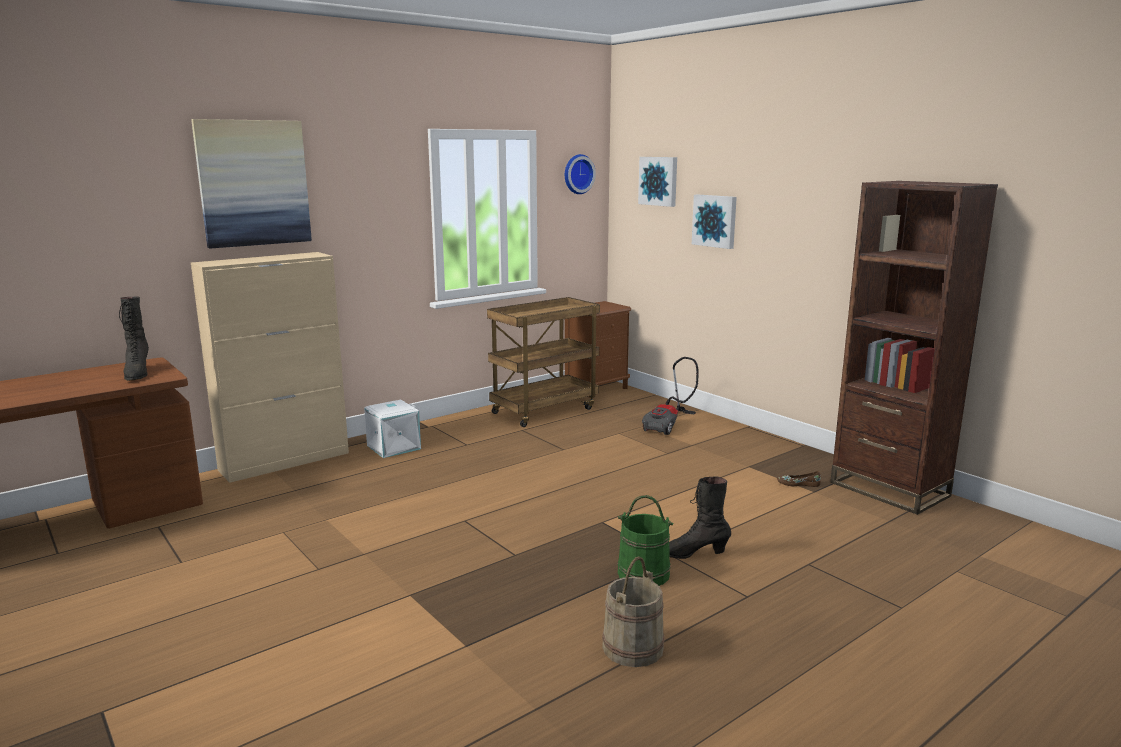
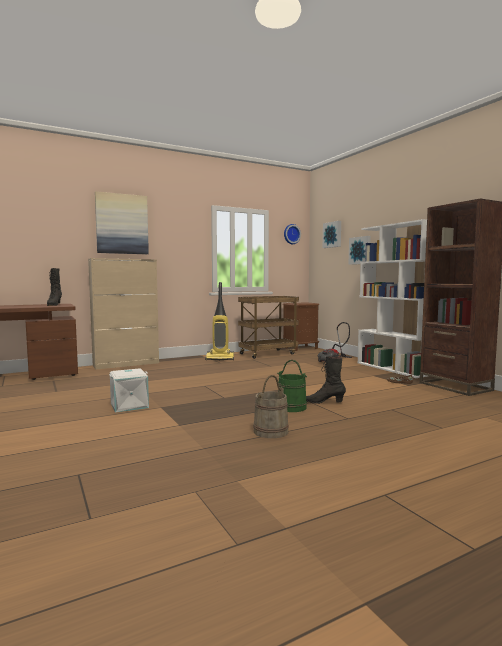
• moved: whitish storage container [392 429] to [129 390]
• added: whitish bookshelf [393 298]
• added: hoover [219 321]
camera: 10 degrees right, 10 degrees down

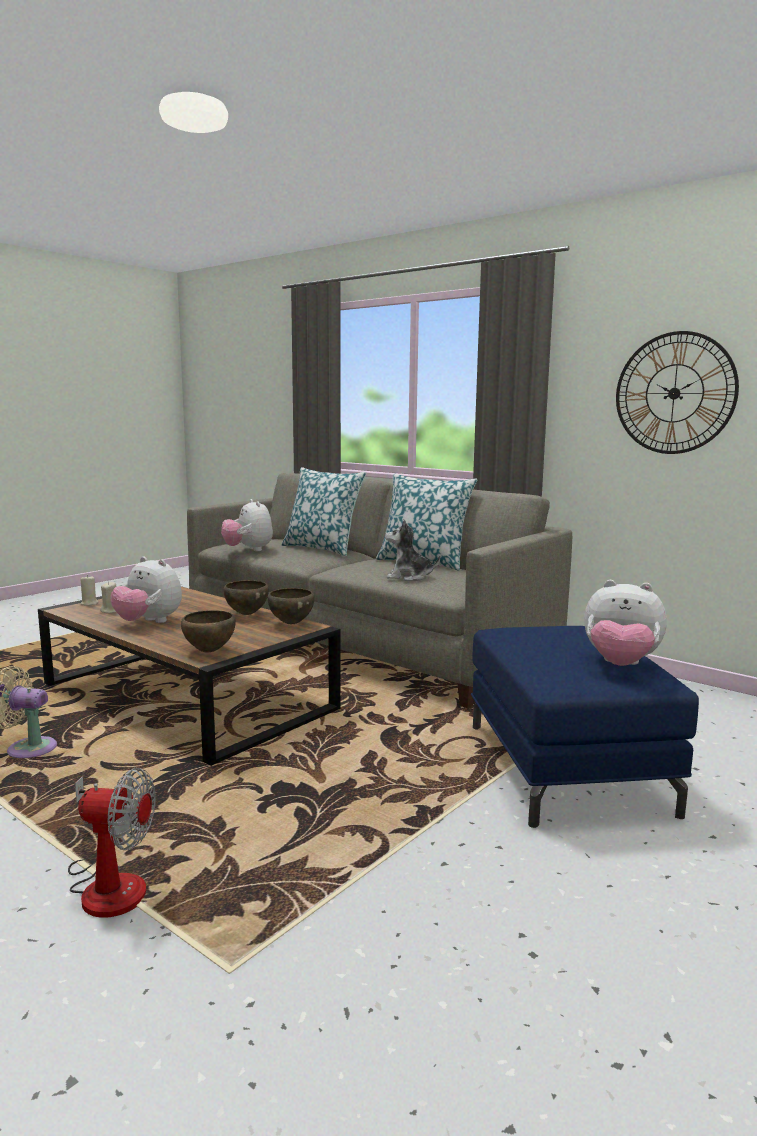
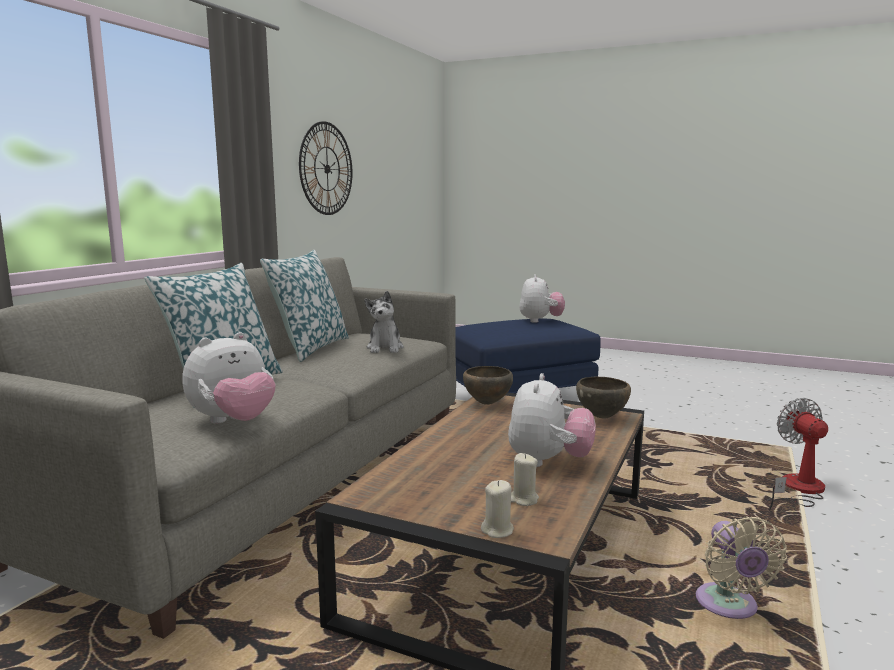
• removed: brown-coloured serving bowl [246 597]
camera: 105 degrees left, 0 degrees up

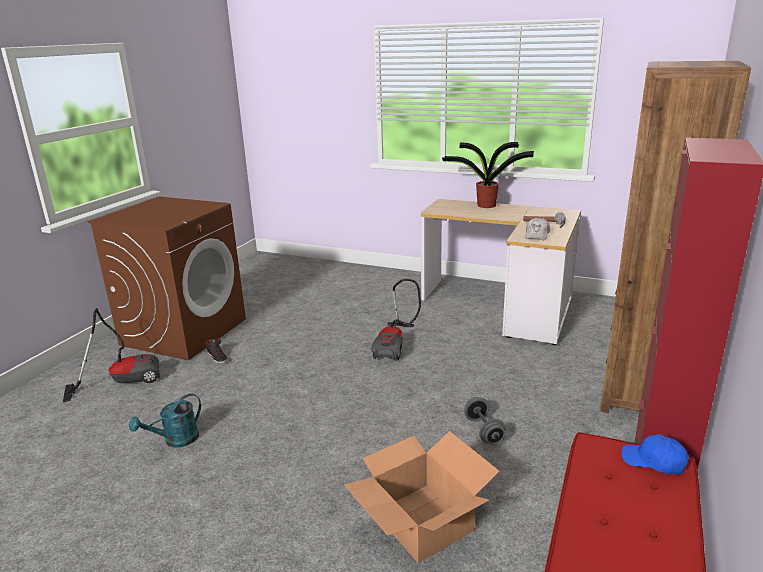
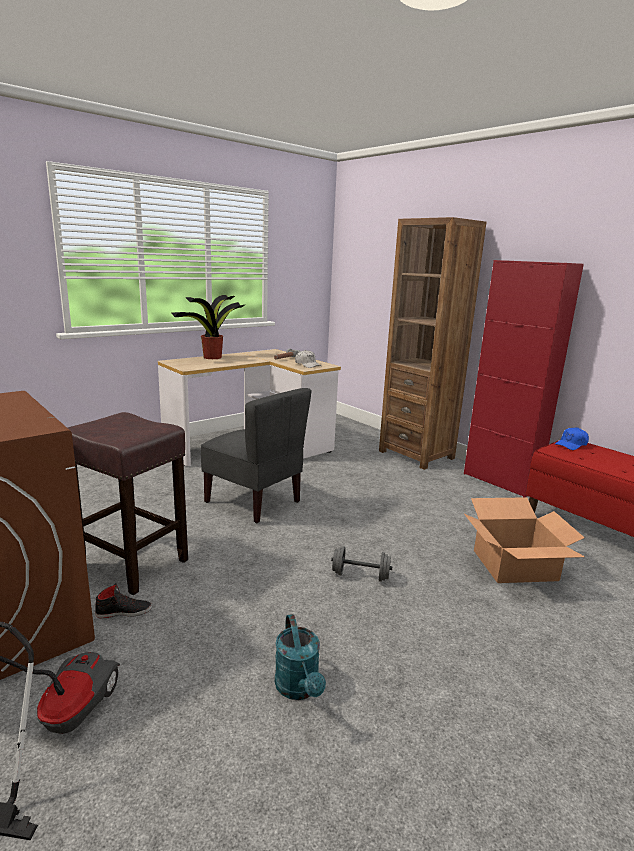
• replaced: hoover [396 320] to grey plain chair [256 455]
• moved: grey hand weight [485 421] to [362 564]
• added: brown-coloured sitting stool [127 503]
camera: 65 degrees left, 5 degrees down

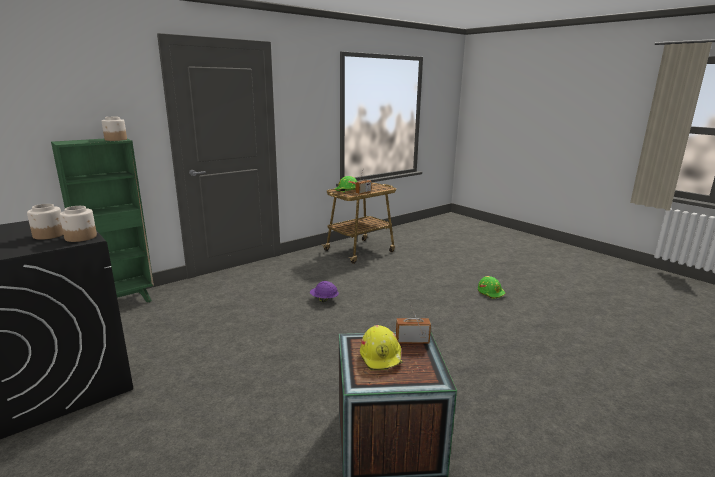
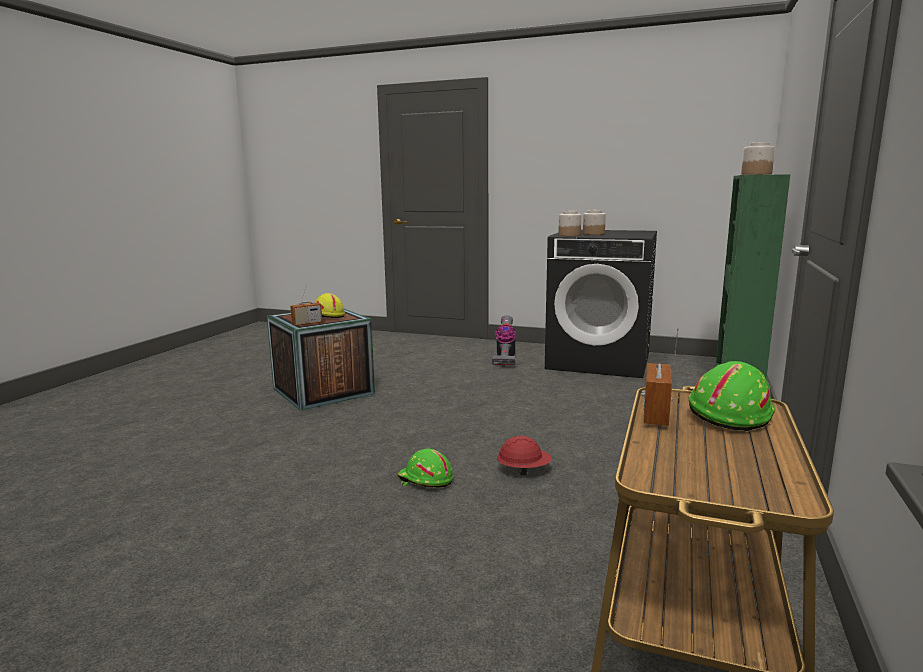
• moved: green work helmet [492 287] to [425 468]
• recoloured: purple work helmet [324 291] to red work helmet [524 456]
• added: hoover [504 341]
camera: 150 degrees right, 5 degrees down

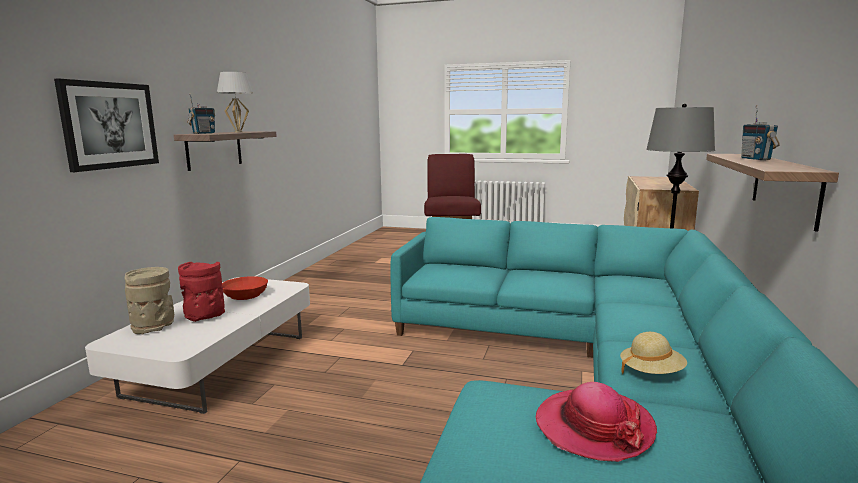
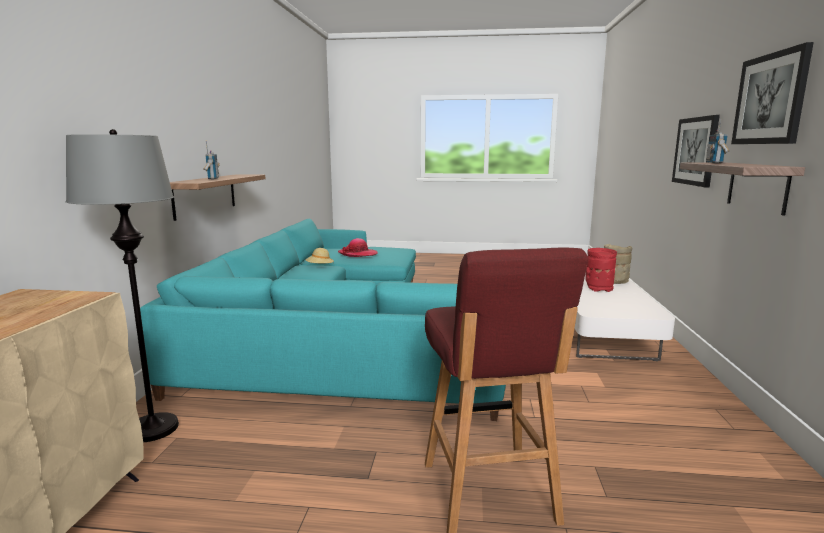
• removed: whitish tabletop lamp [235 102]
• removed: red serving bowl [245 288]
• added: picture [772 93]
camera: 170 degrees right, 0 degrees up

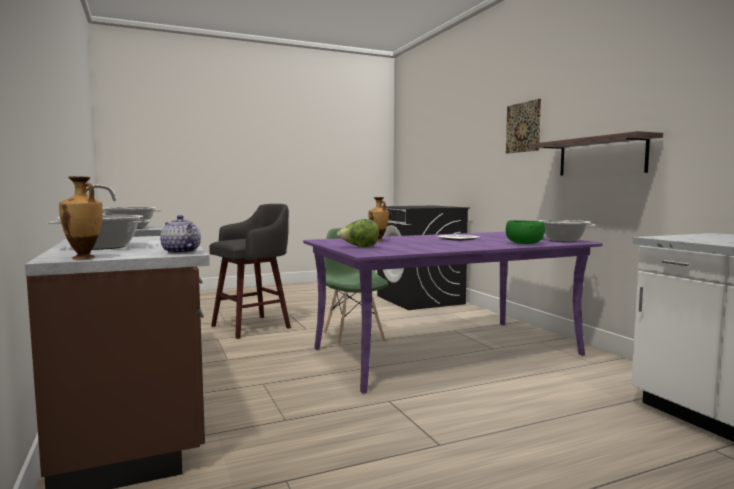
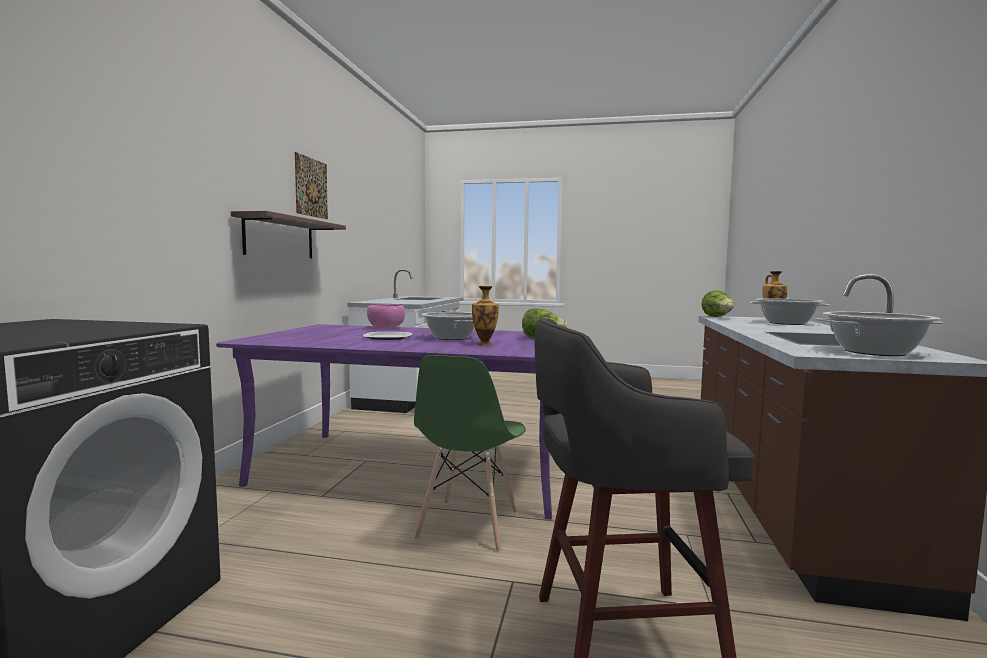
• moved: picture [523 126] to [311 185]
• replaced: teapot [180 234] to head of lettuce [717 303]
• recoloured: green serving bowl [525 232] to pink-coloured serving bowl [386 316]
• moved: cooking pot [567 231] to [448 326]
camera: 145 degrees left, 0 degrees up

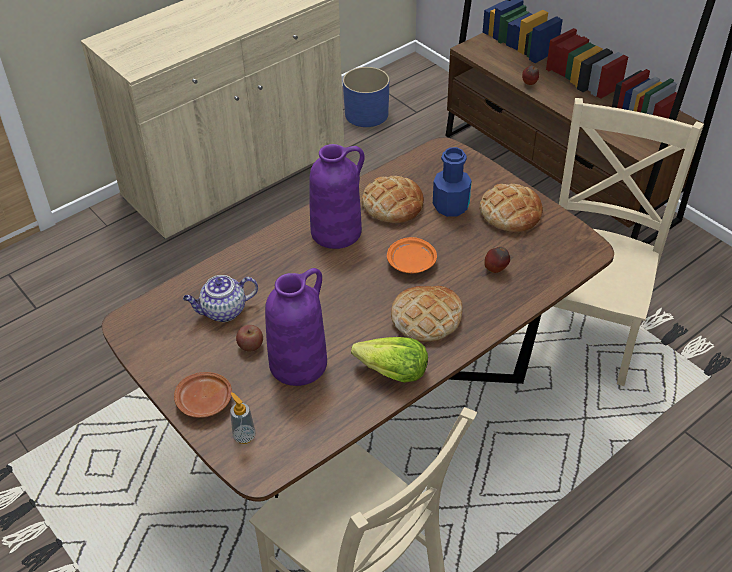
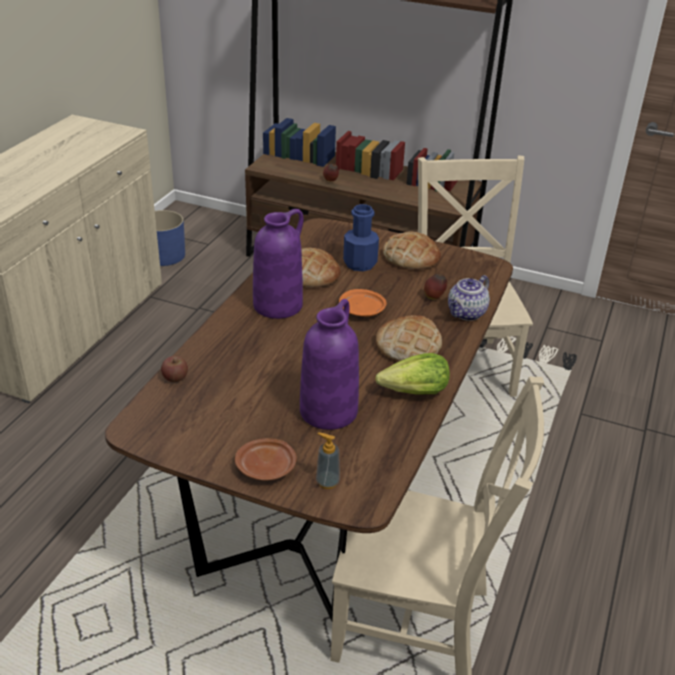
• moved: teapot [220 298] to [469 298]
• moved: apple fruit [249 338] to [174 369]
camera: 30 degrees left, 10 degrees down

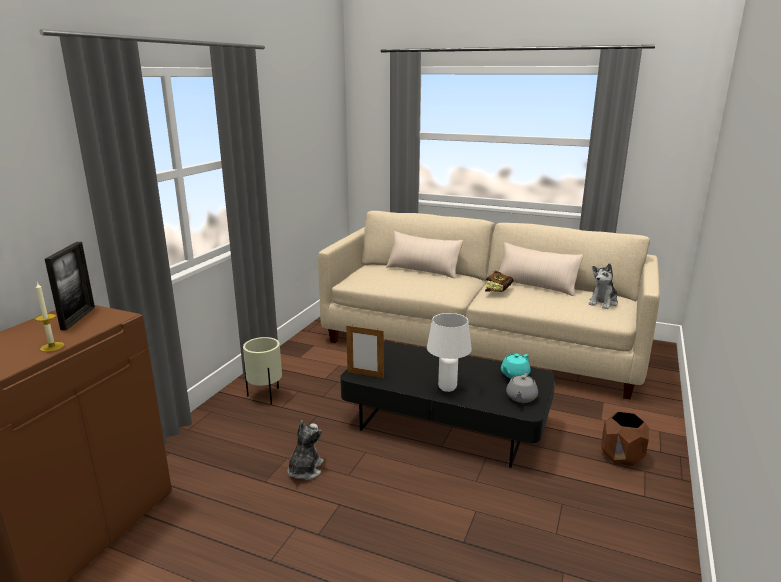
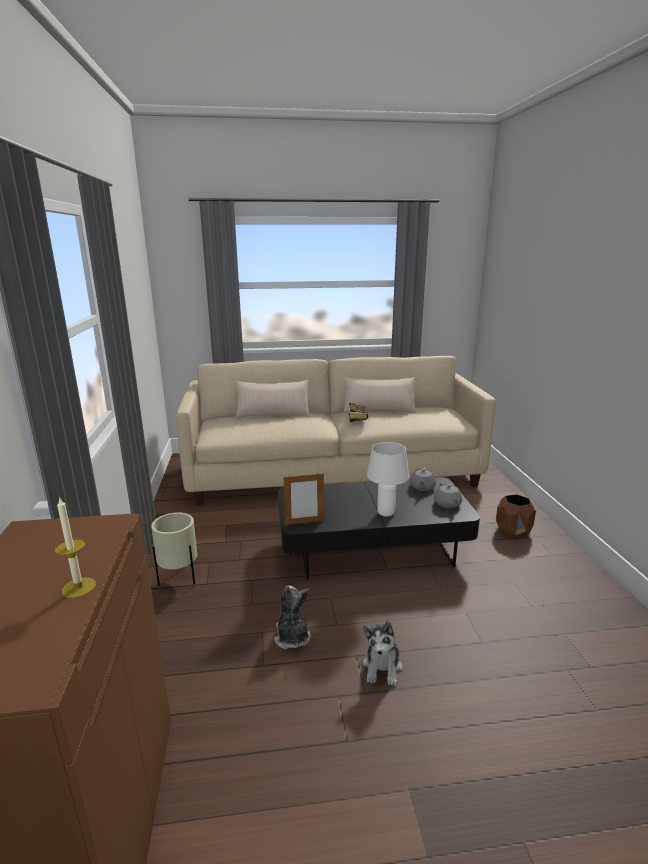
• removed: picture frame [70 286]
• moved: soft toy [603 286] to [383 653]
• recoloured: blue-green teapot [515 366] to grey teapot [423 479]
camera: 30 degrees left, 0 degrees up

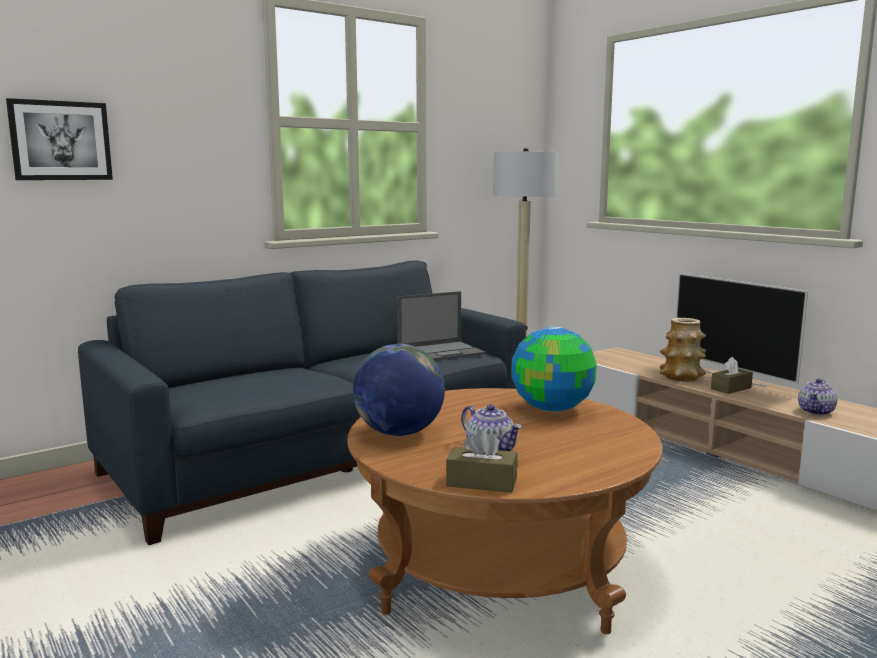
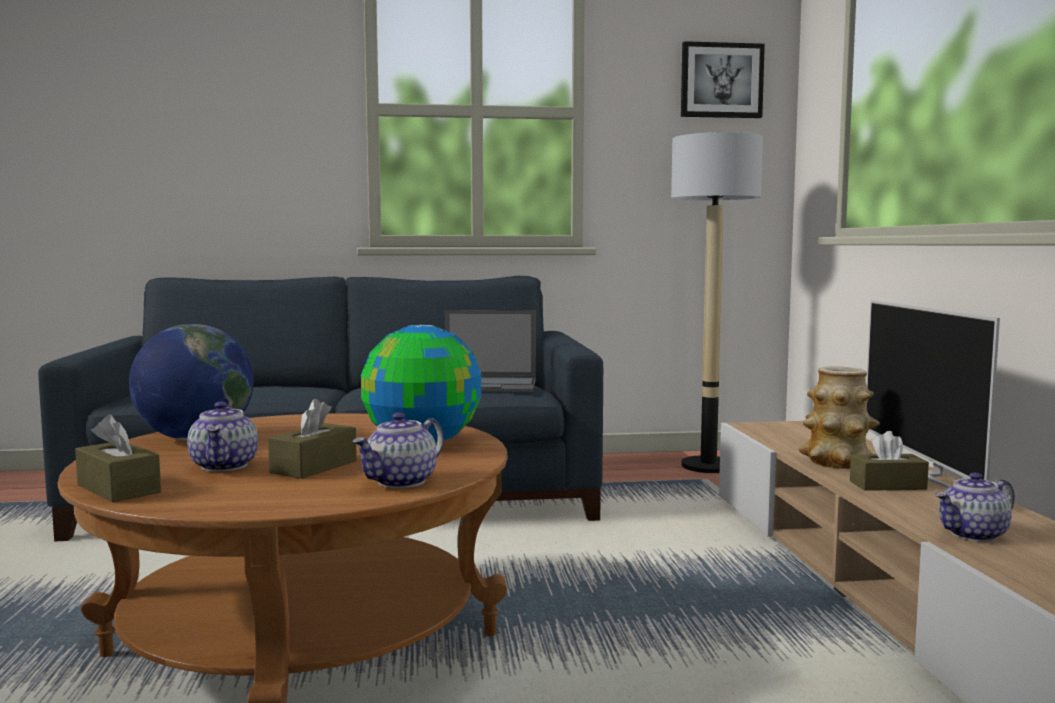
• moved: picture [59 139] to [723 79]
• added: brown-coloured tissue box [312 439]
• added: teapot [398 450]
camera: 30 degrees right, 5 degrees down

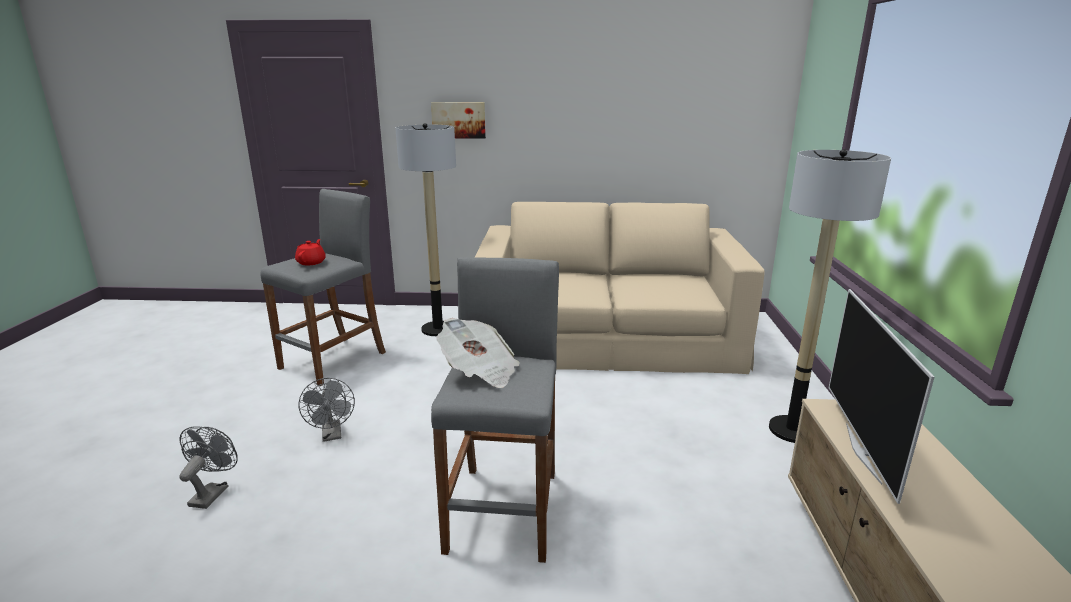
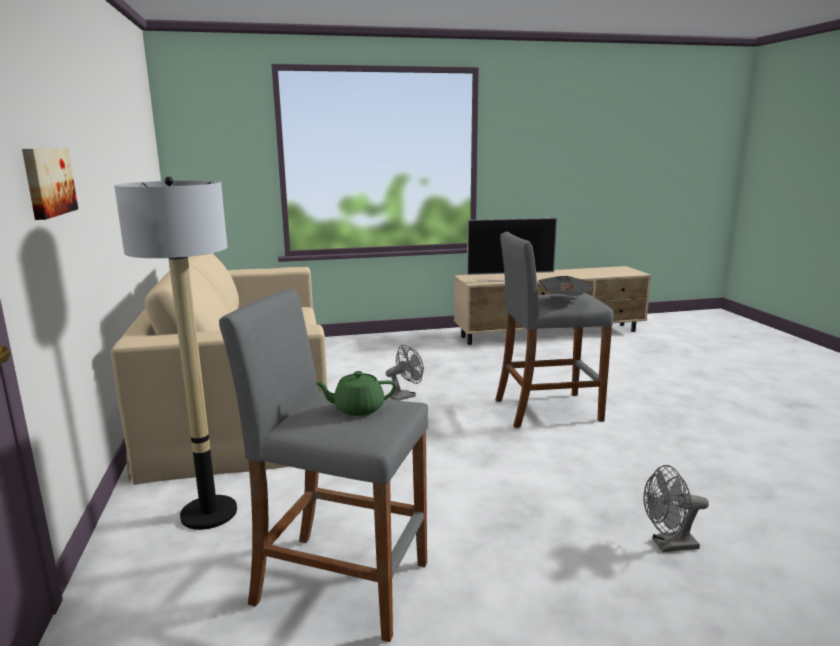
• removed: floor lamp [830 296]
• recoloured: red teapot [310 252] to green teapot [355 393]
• moved: grey electric fan [327 410] to [405 373]
camera: 105 degrees left, 5 degrees down

